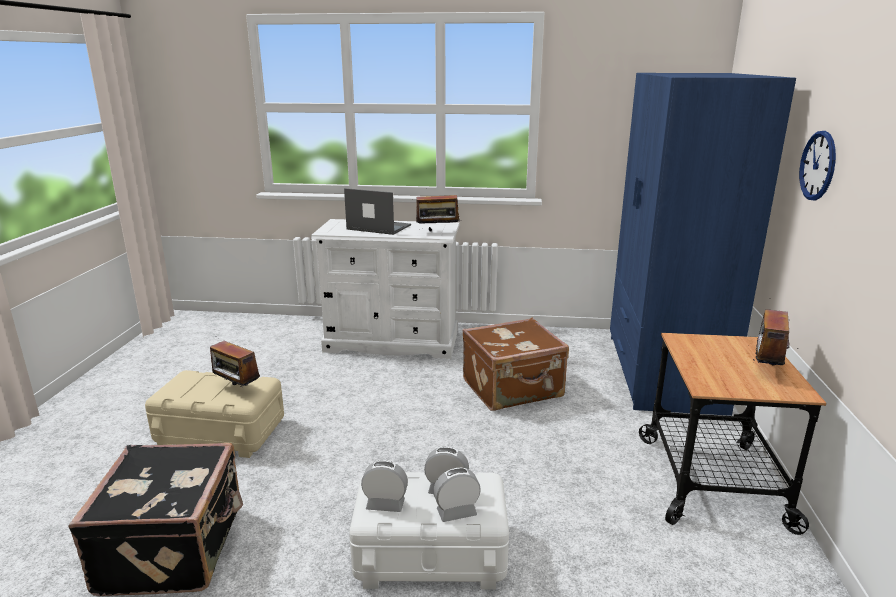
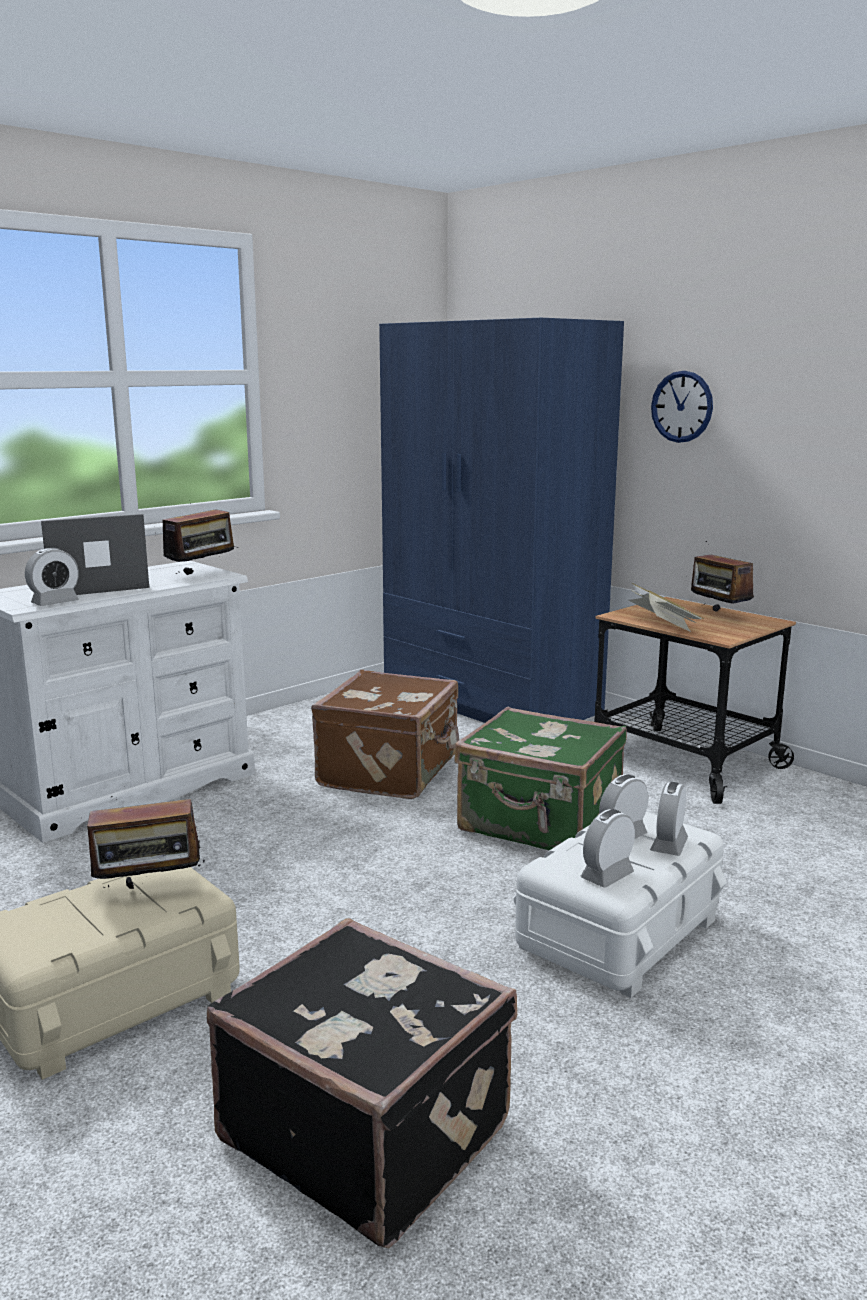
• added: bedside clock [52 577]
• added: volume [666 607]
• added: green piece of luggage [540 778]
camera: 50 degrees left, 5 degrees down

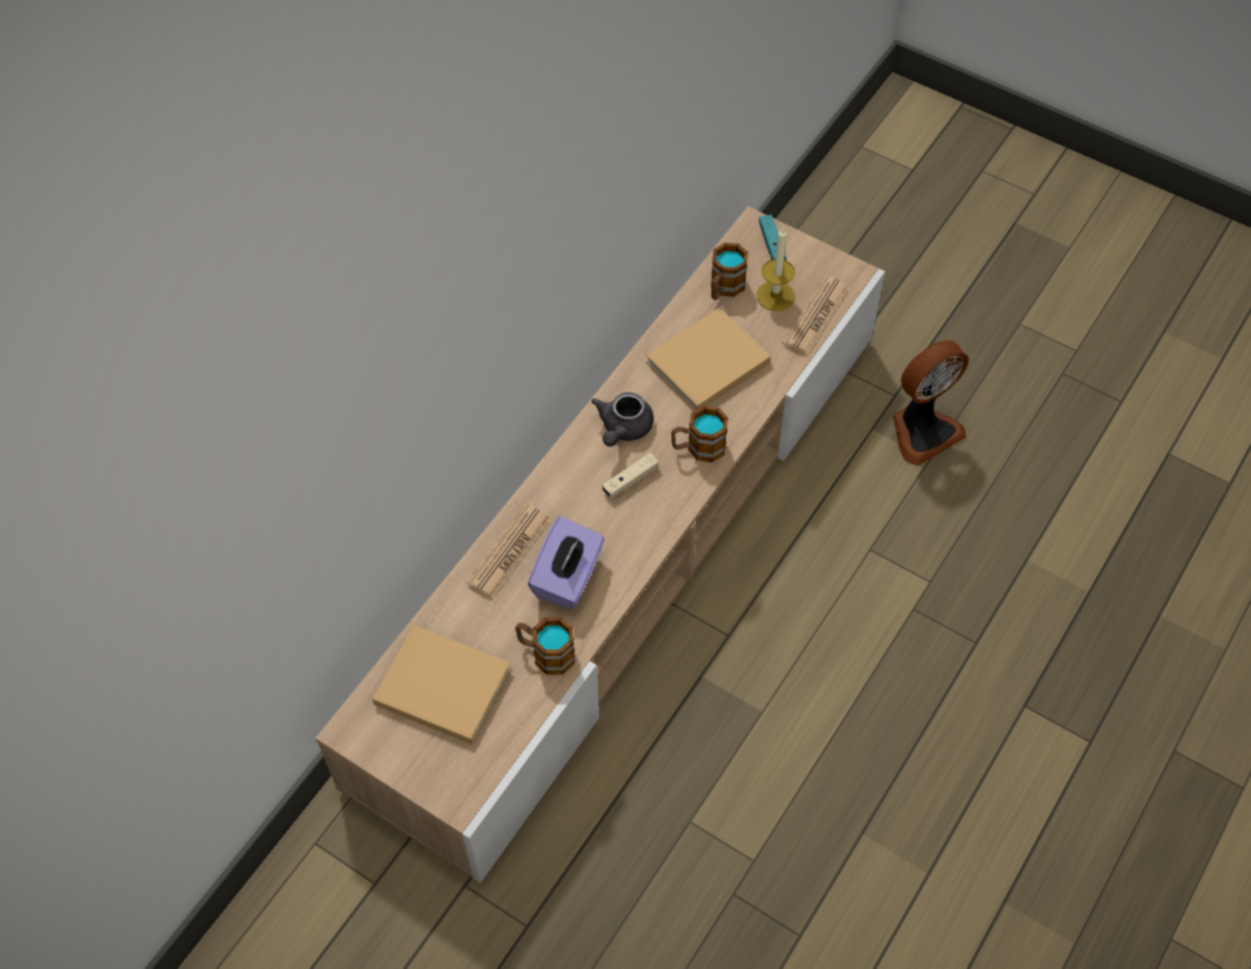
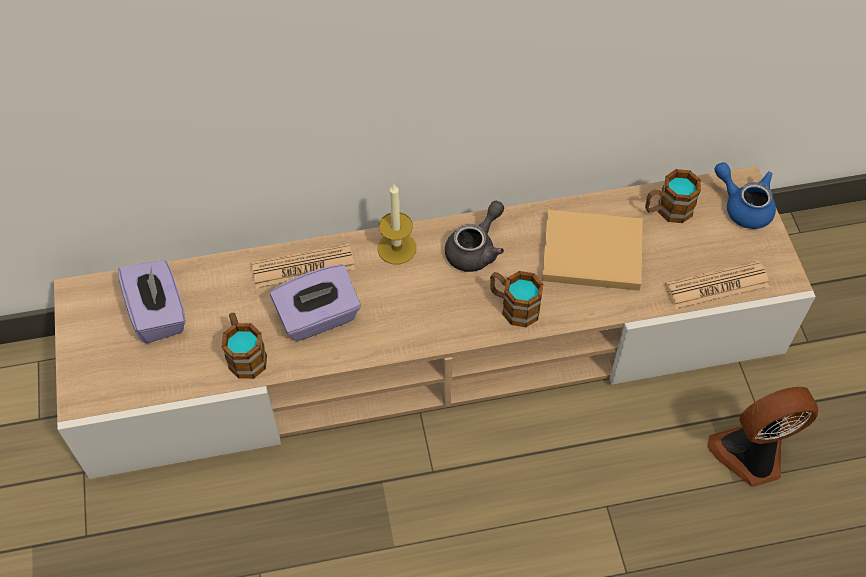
• replaced: blue-green joypad [772 237] to blue-coloured teapot [745 195]
• moved: wax candle [776 269] to [397 224]
• turned: electric fan [931 403] = [763 437] 150 degrees clockwise
• turned: grey teapot [622 419] = [474 236] 150 degrees clockwise
• removed: sand-coloured joypad [630 475]
• replaced: sand-coloured volume [441 684] to purple tissue box [152 301]
camera: 45 degrees right, 0 degrees up

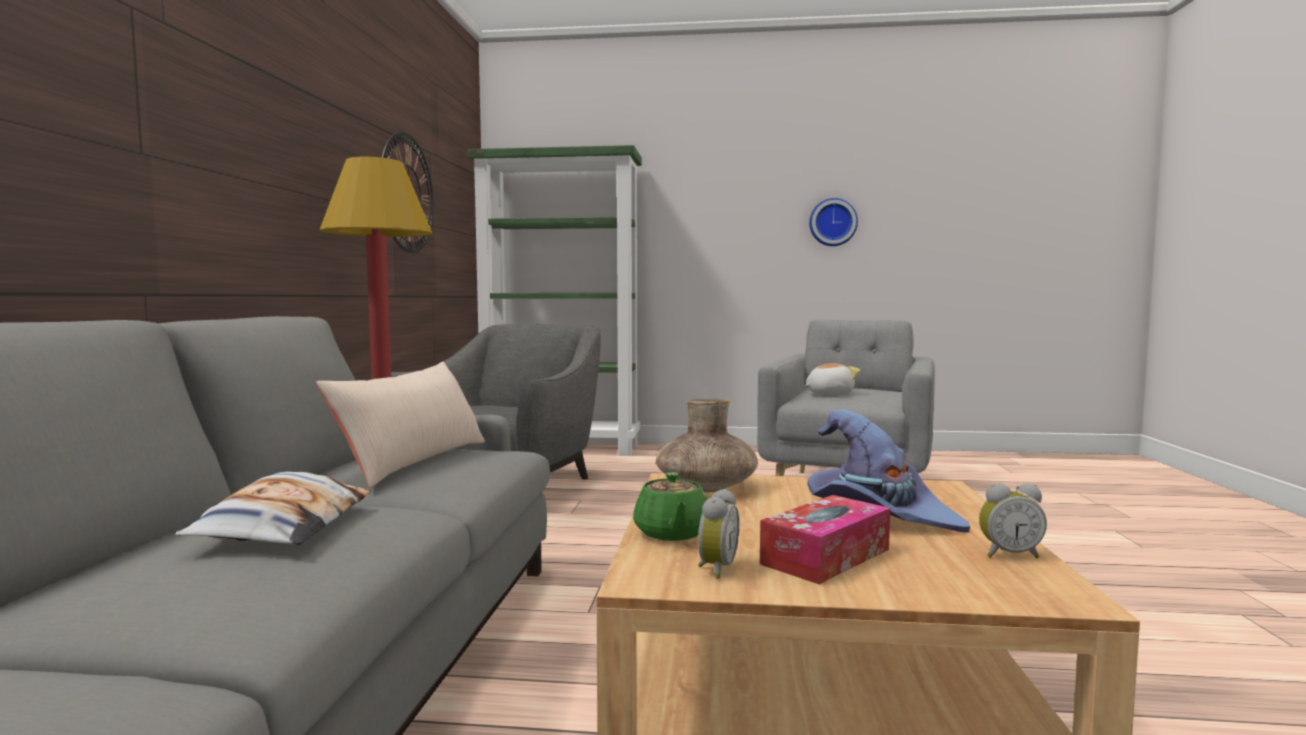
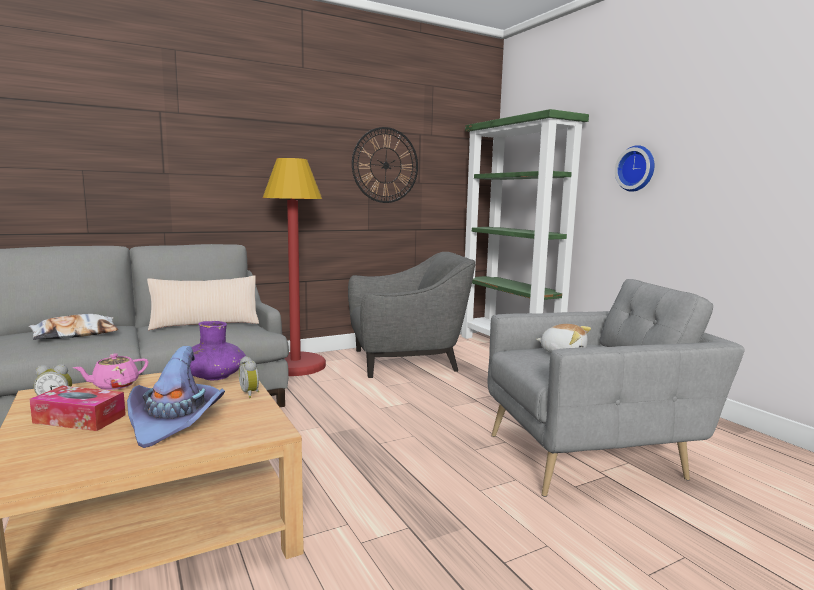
• moved: wall clock [833 222] to [634 168]
• recoloured: brown-coloured vase [707 445] to purple vase [218 350]
• recoloured: green teapot [670 506] to pink-coloured teapot [110 371]
• moved: bedside clock [1013 520] to [249 377]
camera: 55 degrees right, 5 degrees up

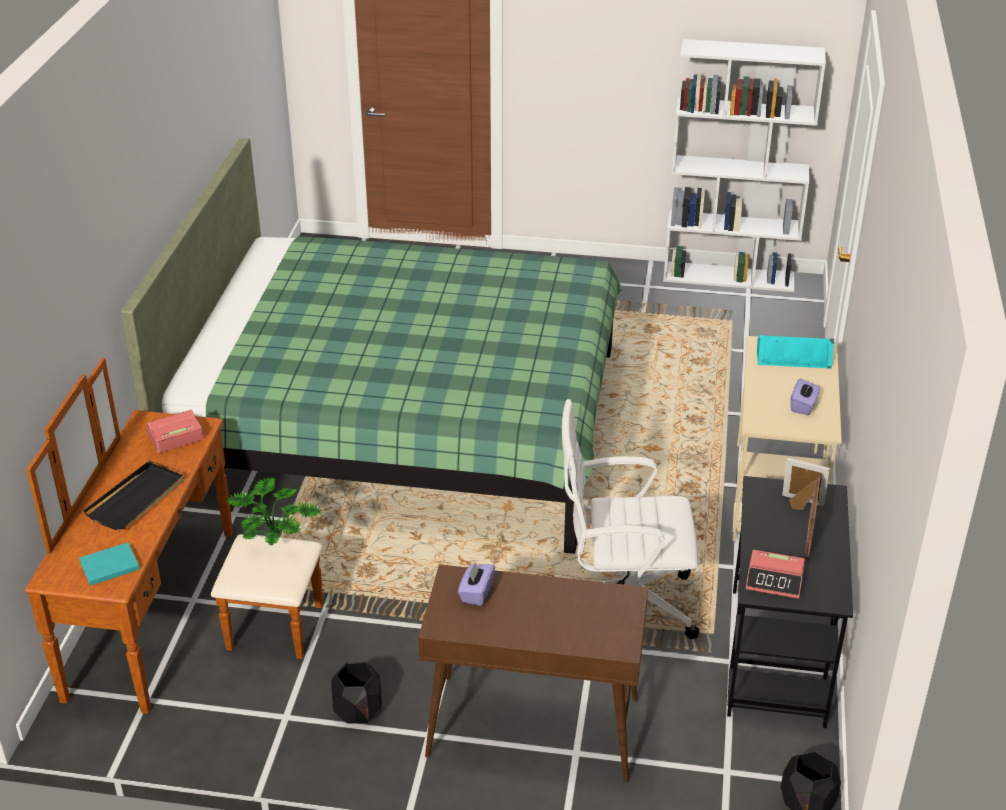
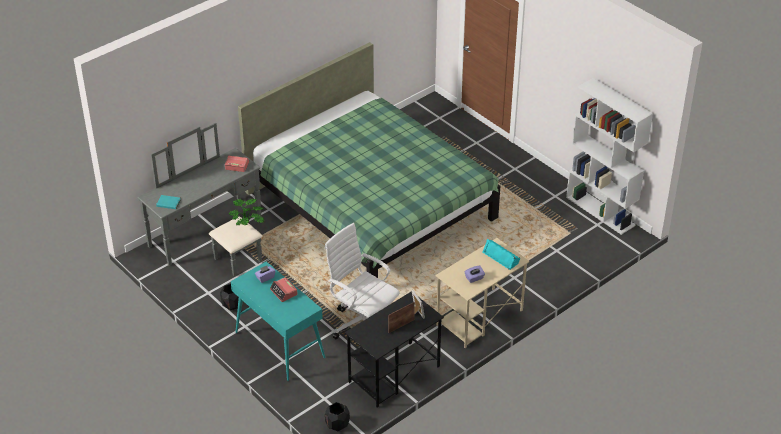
• recoloured: brown-coloured chest of drawers [174 536] to grey chest of drawers [200 200]
• removed: black serving tray [134 495]
• moved: bedside clock [775 574] to [284 289]
• recoloured: brown-coloured narrow table [533 673] to blue-green narrow table [278 321]
camera: 40 degrees right, 5 degrees up

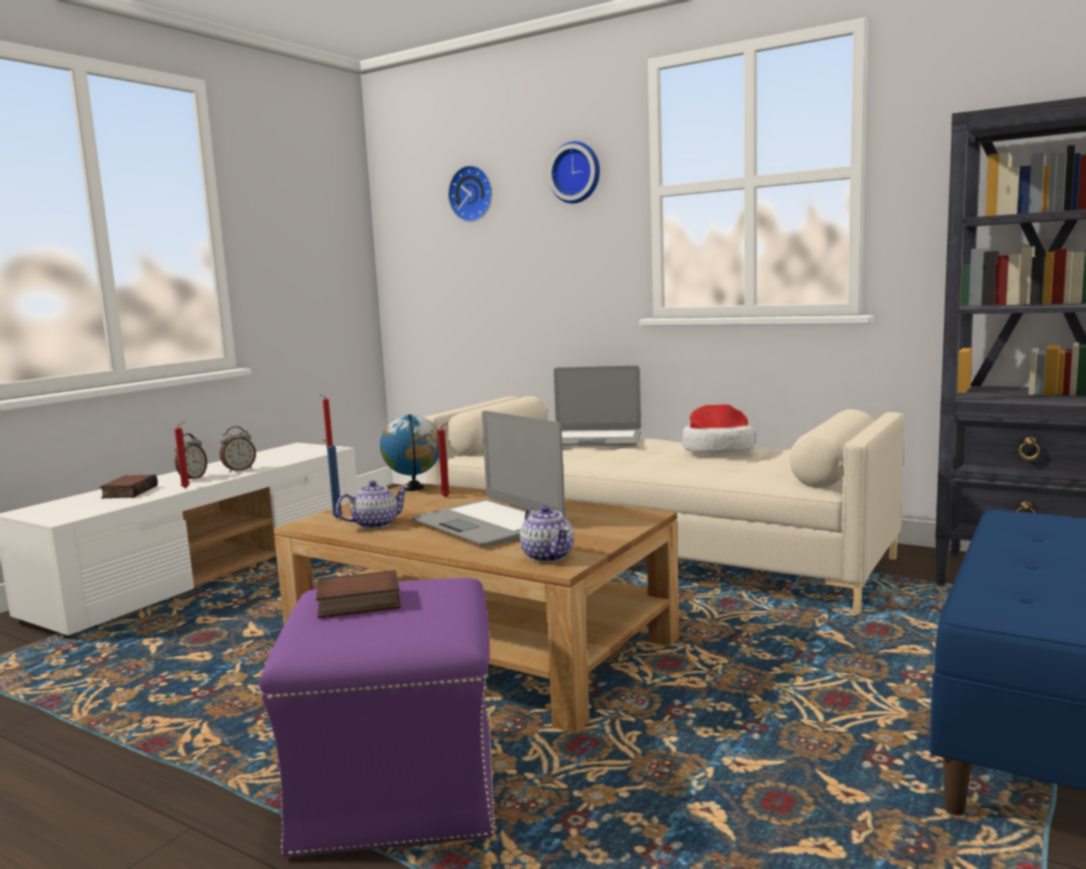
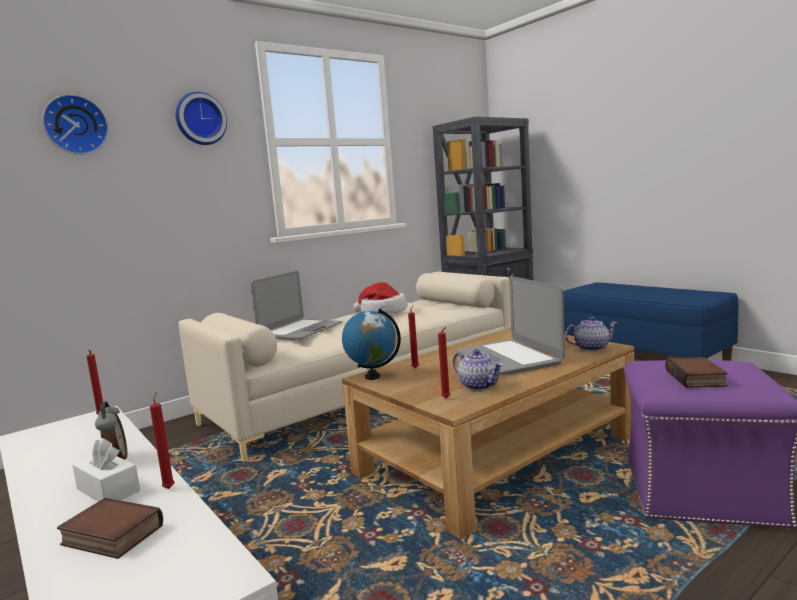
• turned: laptop [488 478] = [510 325] 90 degrees clockwise
• replaced: bedside clock [190 456] to whitish tissue box [106 470]
• recoloured: blue-coloured wax candle [333 479] to red wax candle [444 362]
• turned: teapot [372 505] = [478 370] 150 degrees clockwise
camera: 70 degrees left, 0 degrees up

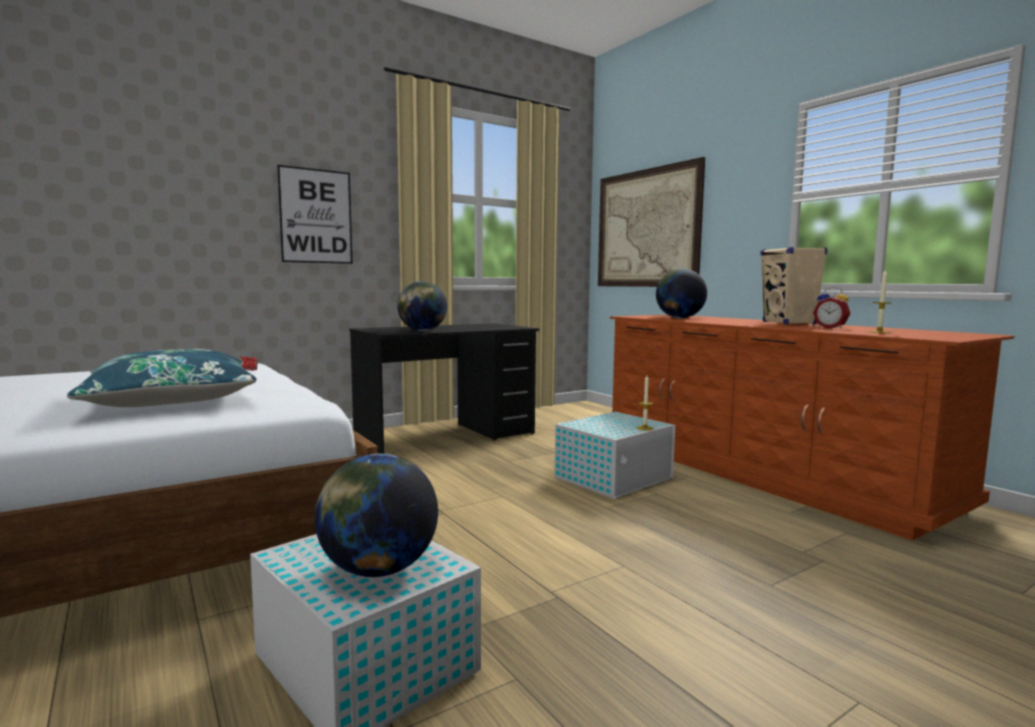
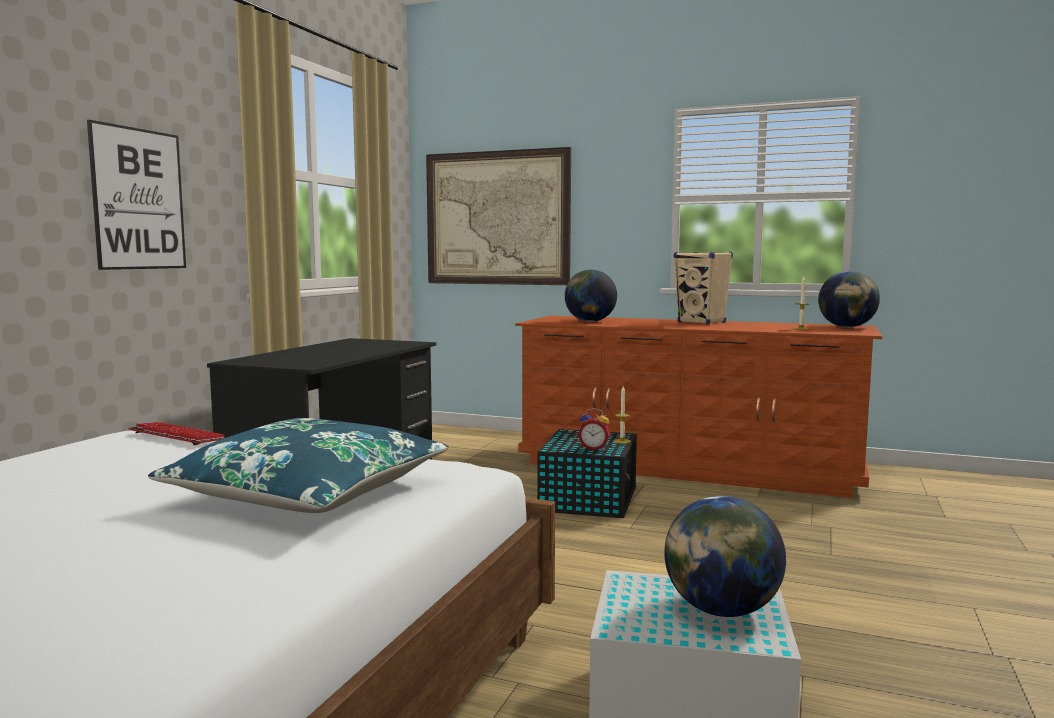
• moved: desk globe [422 306] to [849 299]
• moved: bedside clock [832 308] to [594 429]
• recoloured: whitish storage container [614 455] to black storage container [587 473]
camera: 35 degrees left, 0 degrees up

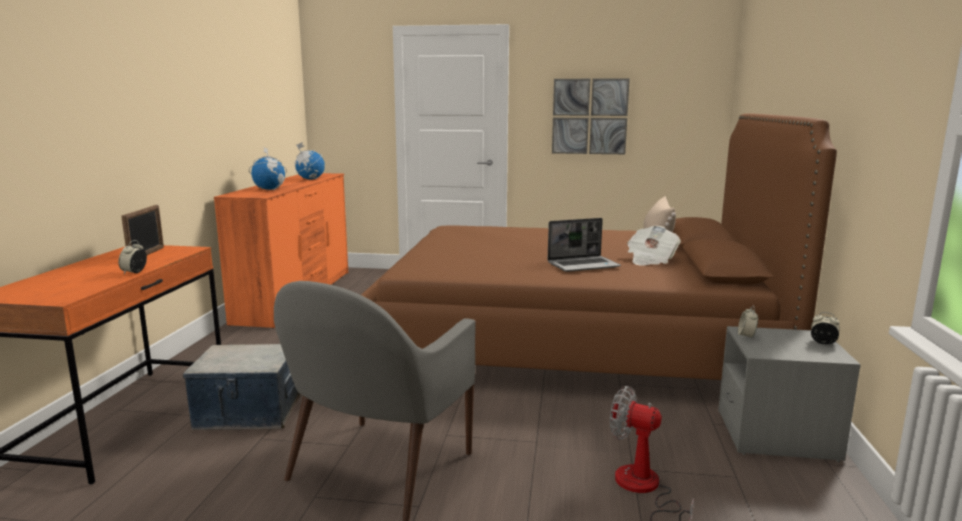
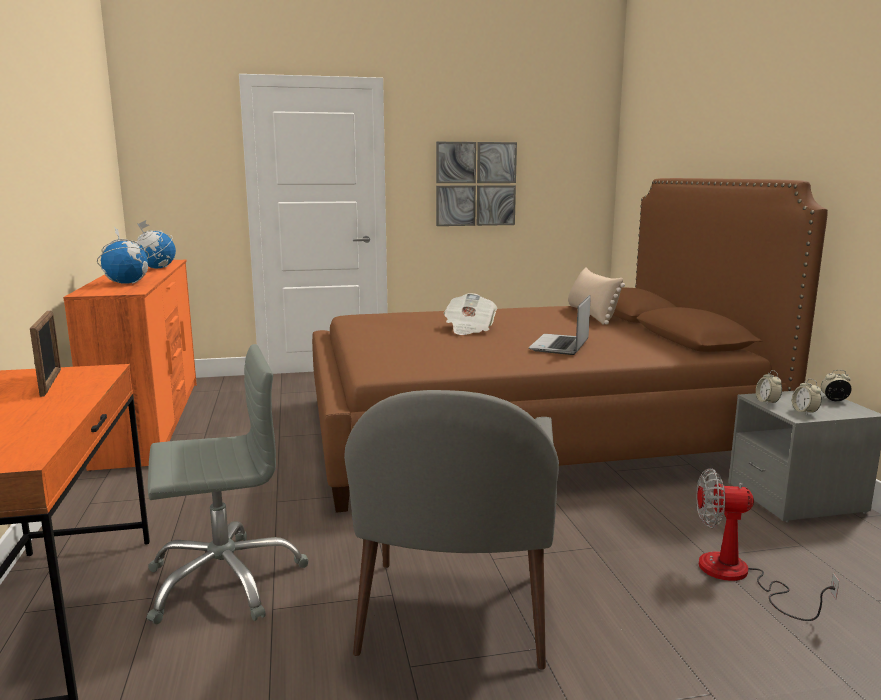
• turned: laptop [584 245] = [560 325] 150 degrees clockwise
• moved: printed paper [654 245] to [470 314]
• moved: bedside clock [132 257] to [807 397]
• replaced: storage container [241 387] to grey desk chair [228 484]
camera: 20 degrees left, 0 degrees up

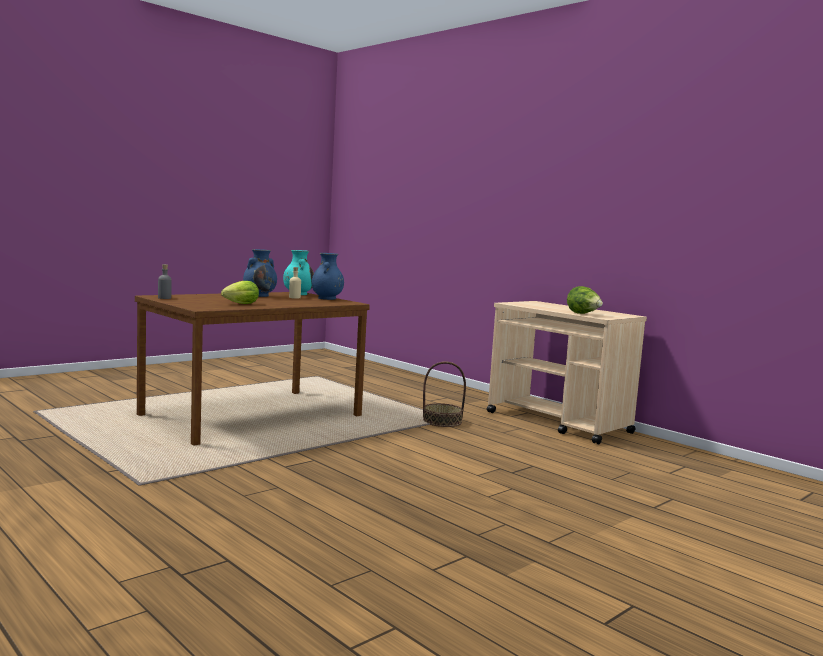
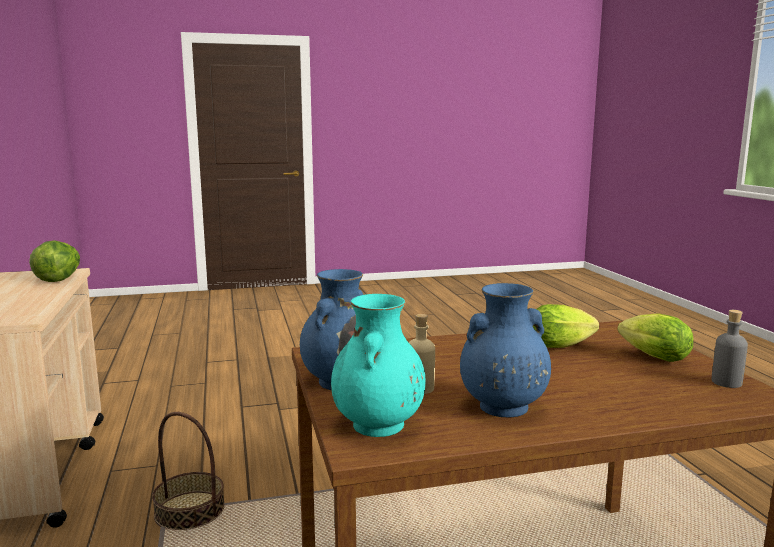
• added: head of lettuce [655 337]
camera: 150 degrees left, 5 degrees up

